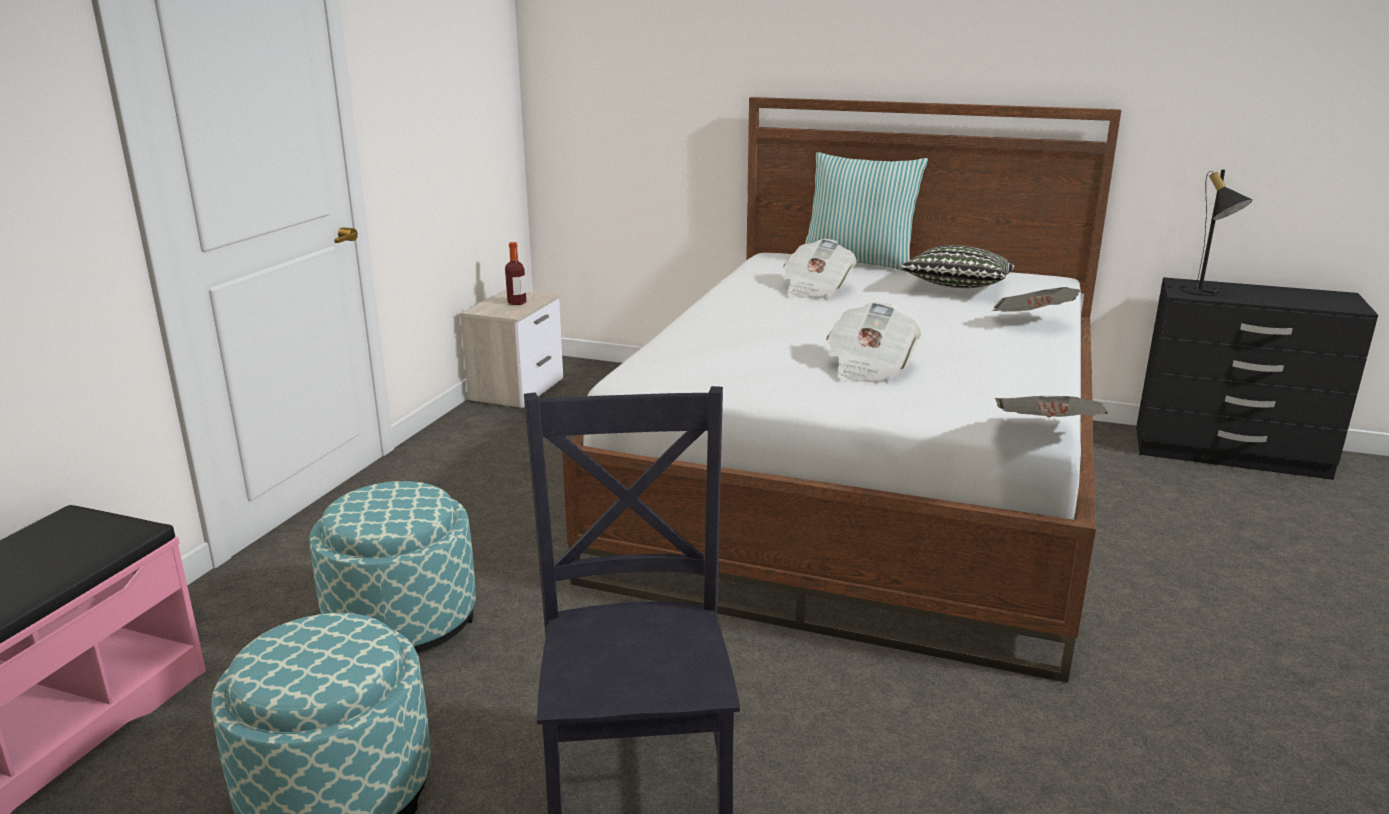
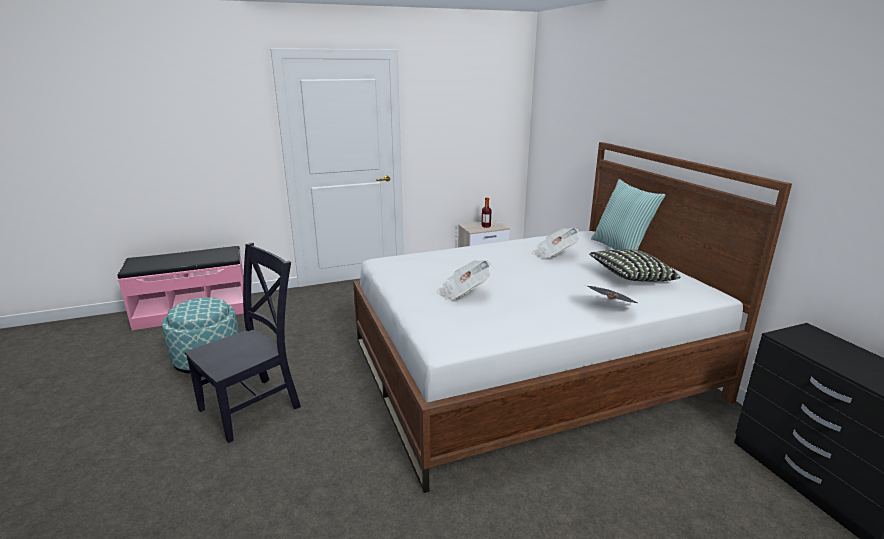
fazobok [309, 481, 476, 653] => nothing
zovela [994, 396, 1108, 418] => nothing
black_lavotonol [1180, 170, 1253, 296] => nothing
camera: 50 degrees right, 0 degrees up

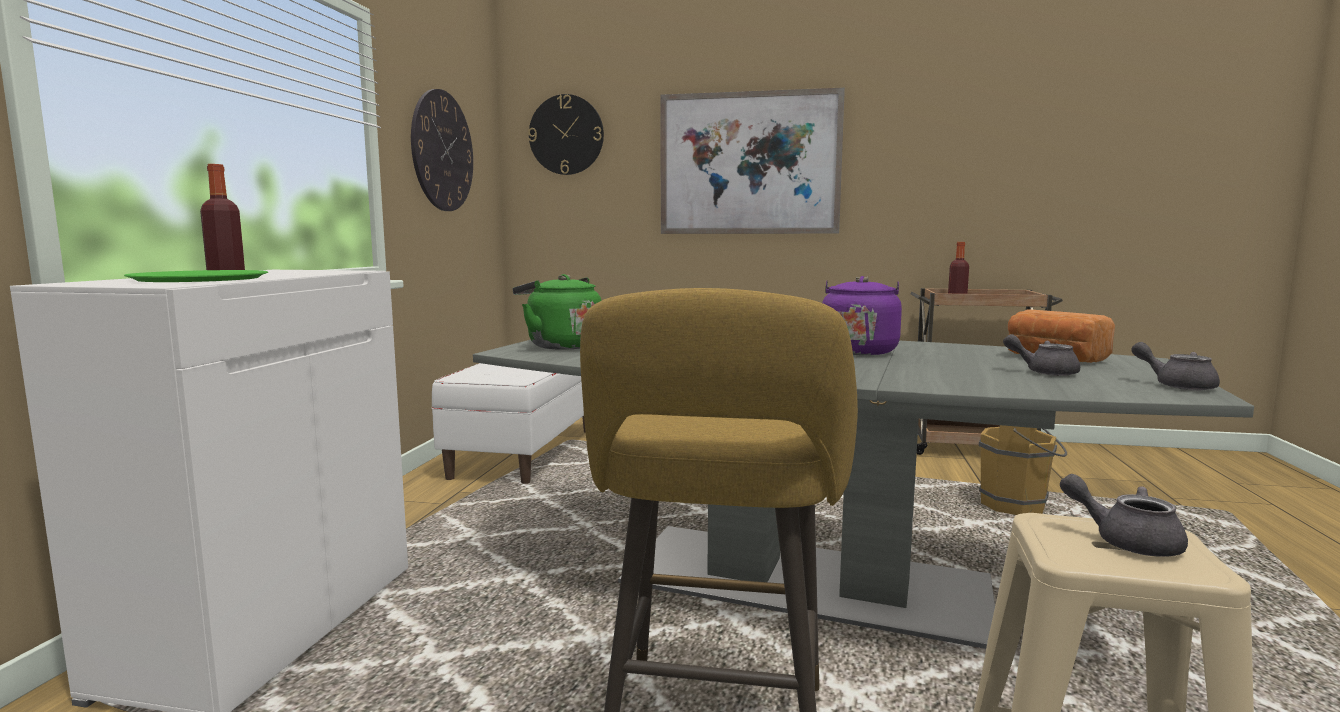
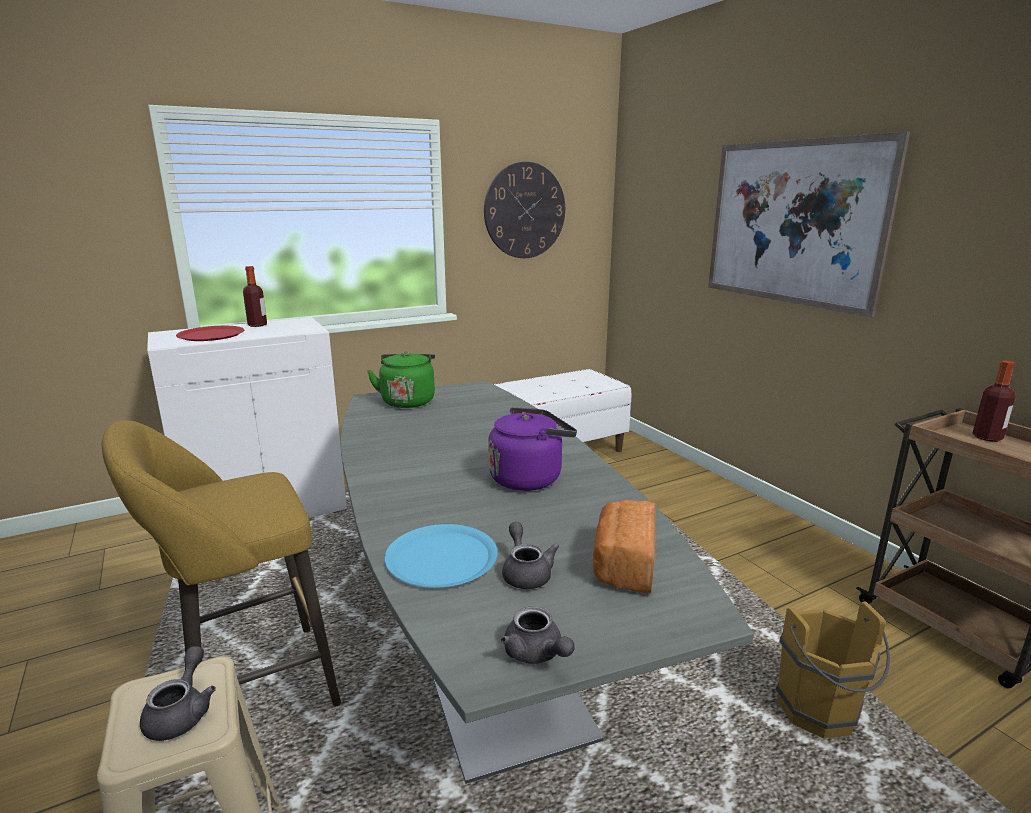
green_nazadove [124, 270, 268, 282] => red_nazadove [176, 326, 244, 341]
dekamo [528, 94, 604, 175] => nothing
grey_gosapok [1131, 342, 1220, 391] => grey_gosapok [501, 607, 575, 664], 135 degrees clockwise
nothing => blue_nazadove [384, 524, 498, 588]
camera: 50 degrees right, 10 degrees up

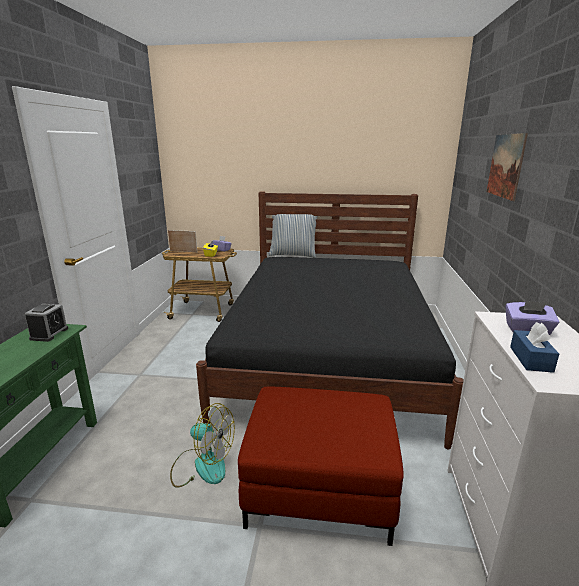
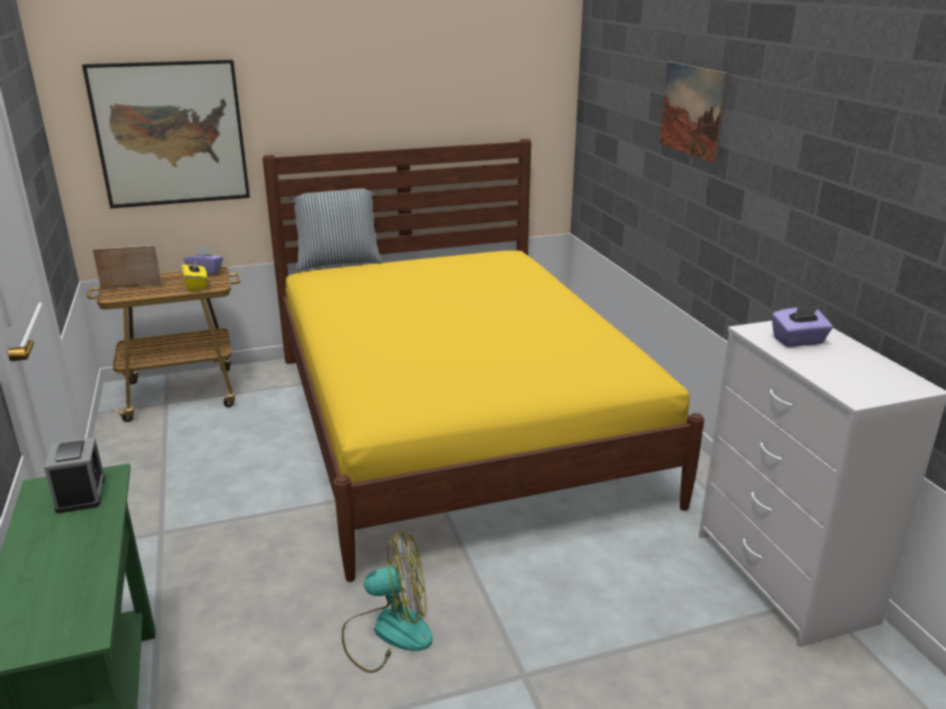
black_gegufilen [196, 191, 464, 450] => yellow_gegufilen [263, 139, 704, 582]
red_fazobok [238, 386, 404, 546] => nothing
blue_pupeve [510, 322, 559, 373] => nothing
nothing => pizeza [82, 60, 250, 209]
camera: 25 degrees left, 5 degrees up

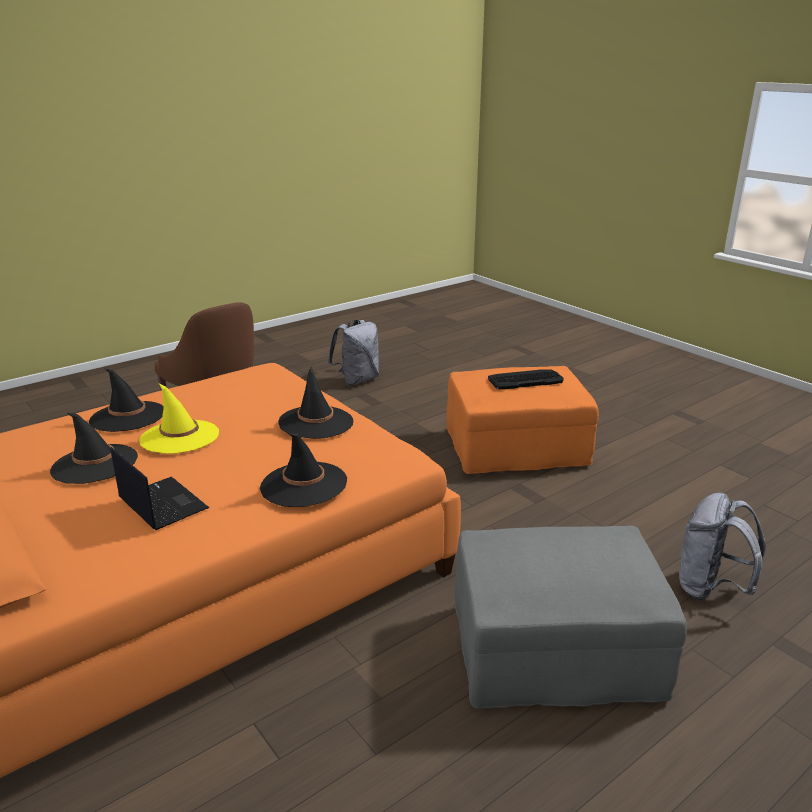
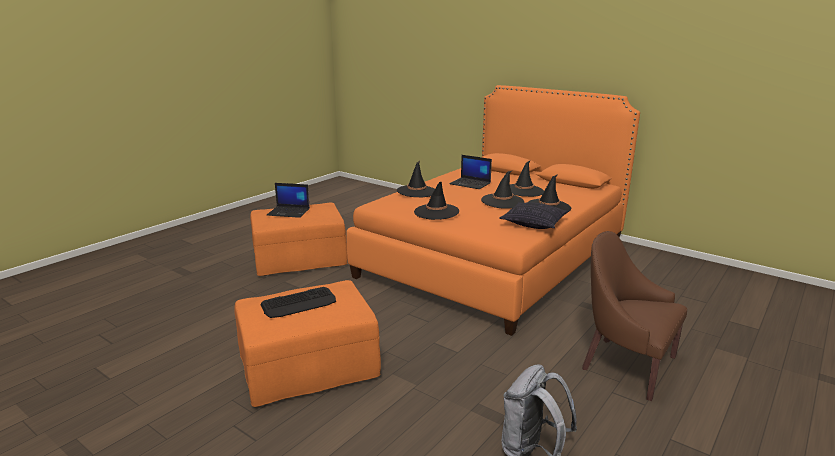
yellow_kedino [139, 384, 219, 454] => black_kedino [481, 170, 524, 209]
grey_fazobok [455, 526, 687, 709] => orange_fazobok [250, 203, 347, 276]
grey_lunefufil [679, 492, 766, 600] => nothing
nothing => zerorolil [267, 183, 310, 218]
nothing => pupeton [499, 202, 569, 229]
camera: 165 degrees right, 5 degrees down

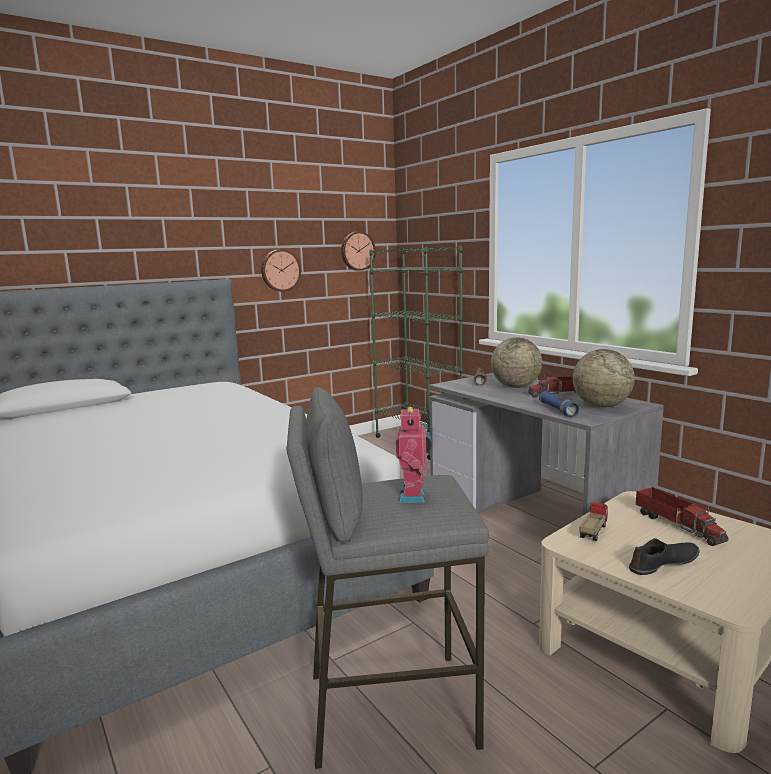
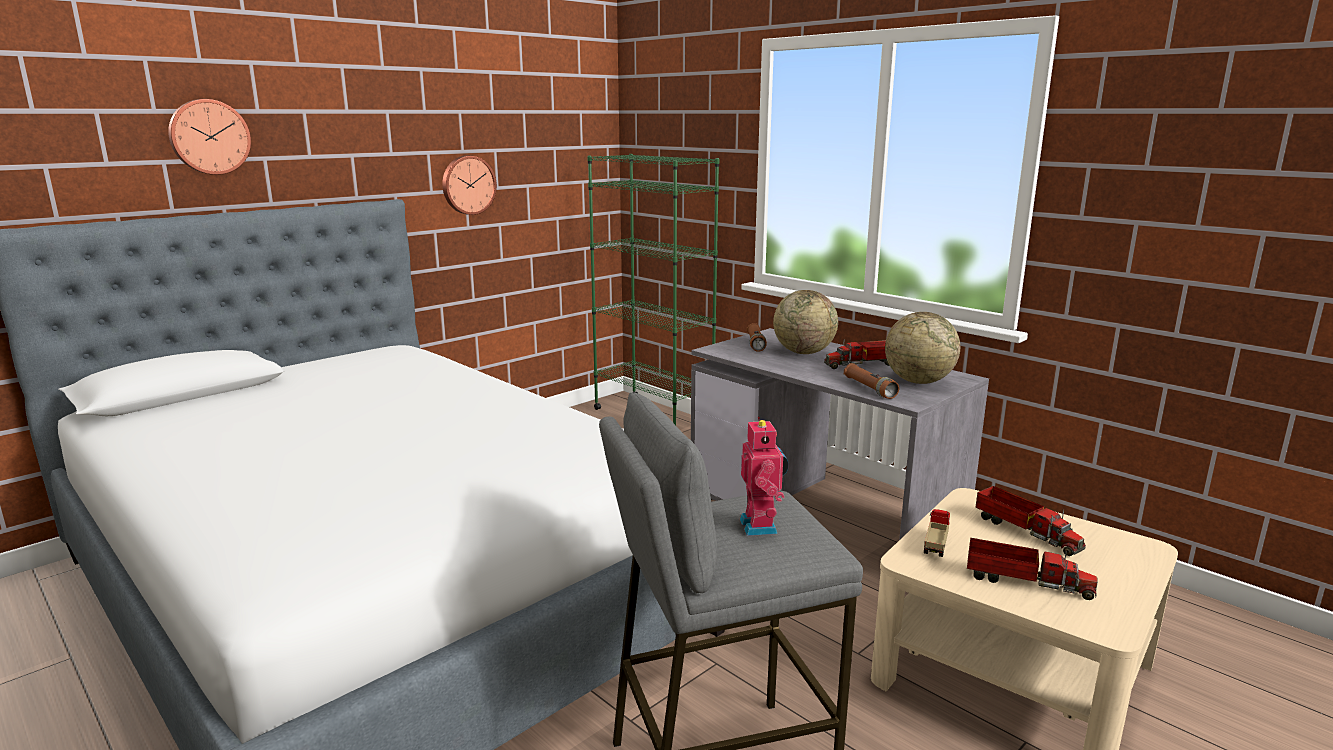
dekamo [341, 231, 376, 271] => dekamo [168, 99, 251, 175], relocated
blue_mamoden [539, 391, 579, 417] => brown_mamoden [844, 363, 899, 399]
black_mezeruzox [629, 538, 700, 575] => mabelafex [967, 538, 1098, 600]
camera: 10 degrees left, 5 degrees up

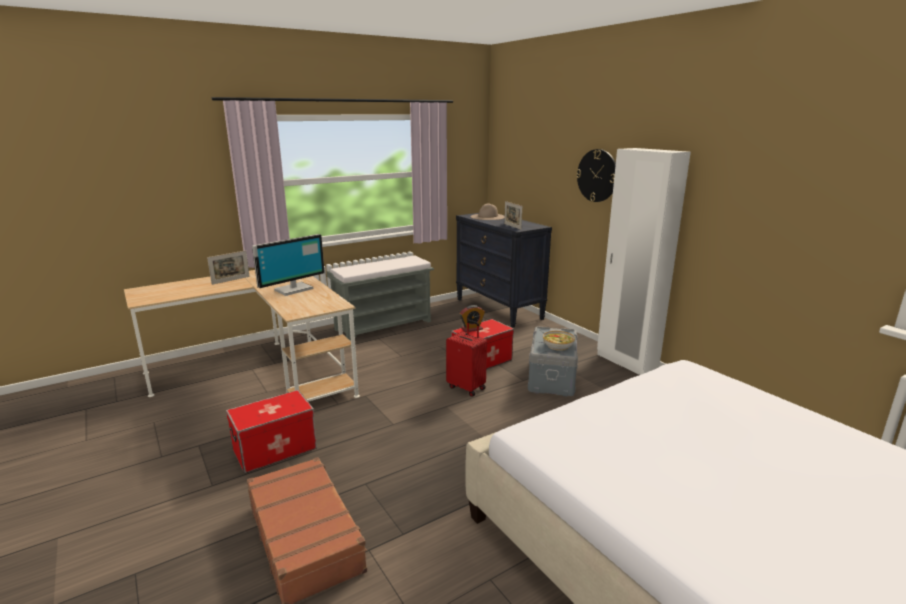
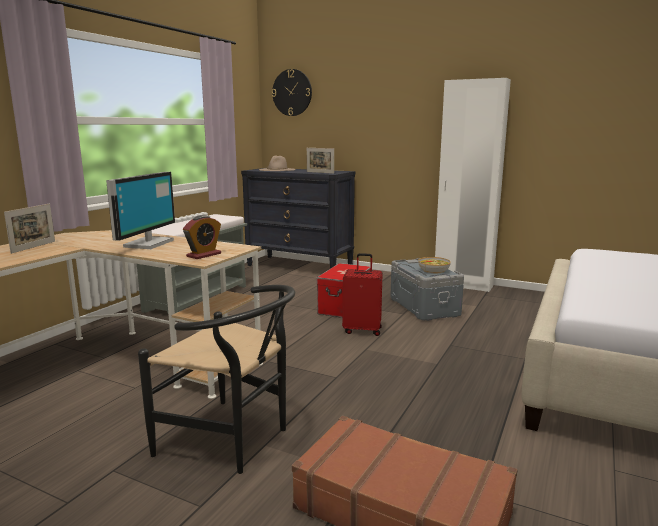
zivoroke [226, 390, 317, 473] => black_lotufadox [138, 285, 295, 474]
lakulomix [460, 305, 485, 332] => lakulomix [183, 215, 221, 259], relocated
dekamo [576, 149, 616, 202] => dekamo [272, 69, 312, 116], relocated
camera: 30 degrees left, 5 degrees down

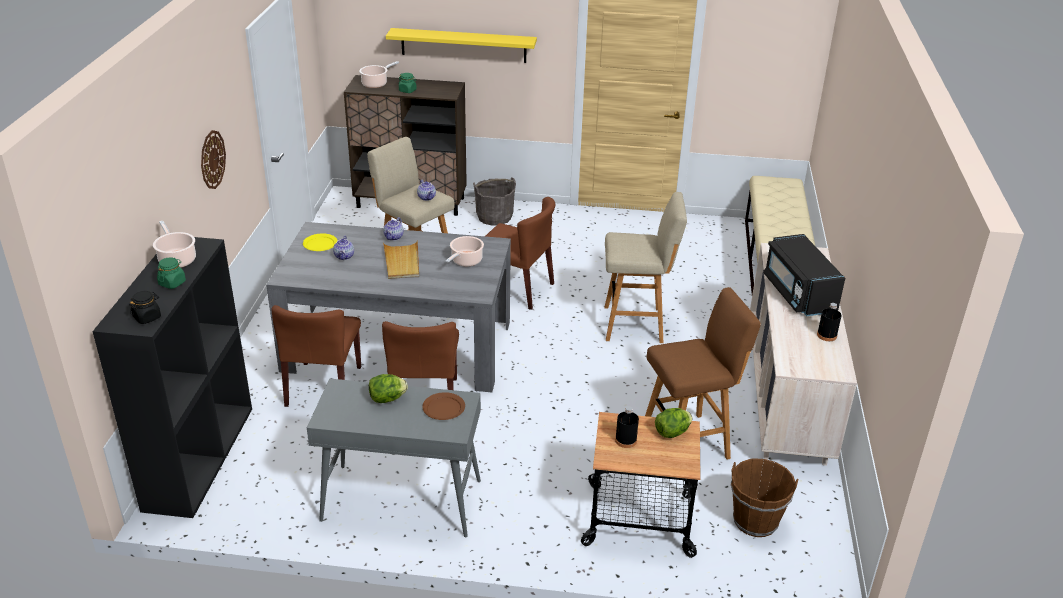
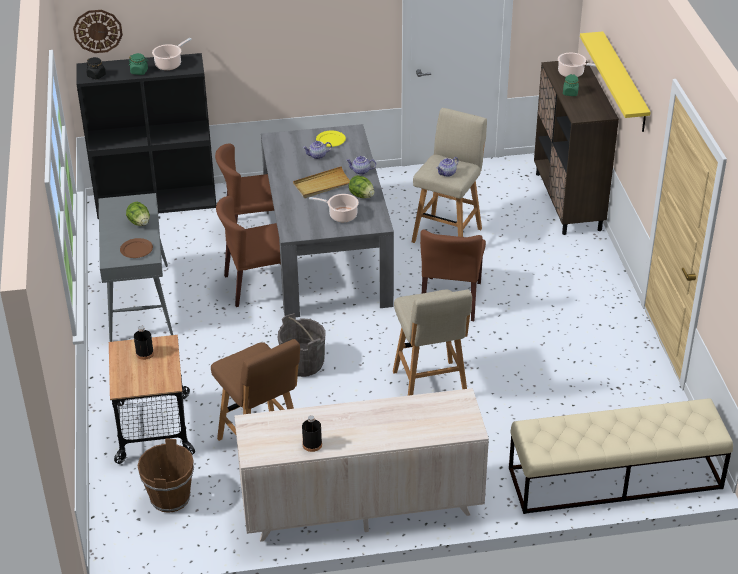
dekamo [201, 130, 226, 189] => dekamo [73, 10, 123, 53], relocated
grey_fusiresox [473, 177, 516, 226] => grey_fusiresox [278, 313, 326, 377], relocated
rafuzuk [655, 408, 692, 438] => rafuzuk [349, 175, 374, 198], relocated
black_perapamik [763, 234, 845, 316] => nothing
camera: 75 degrees right, 5 degrees up

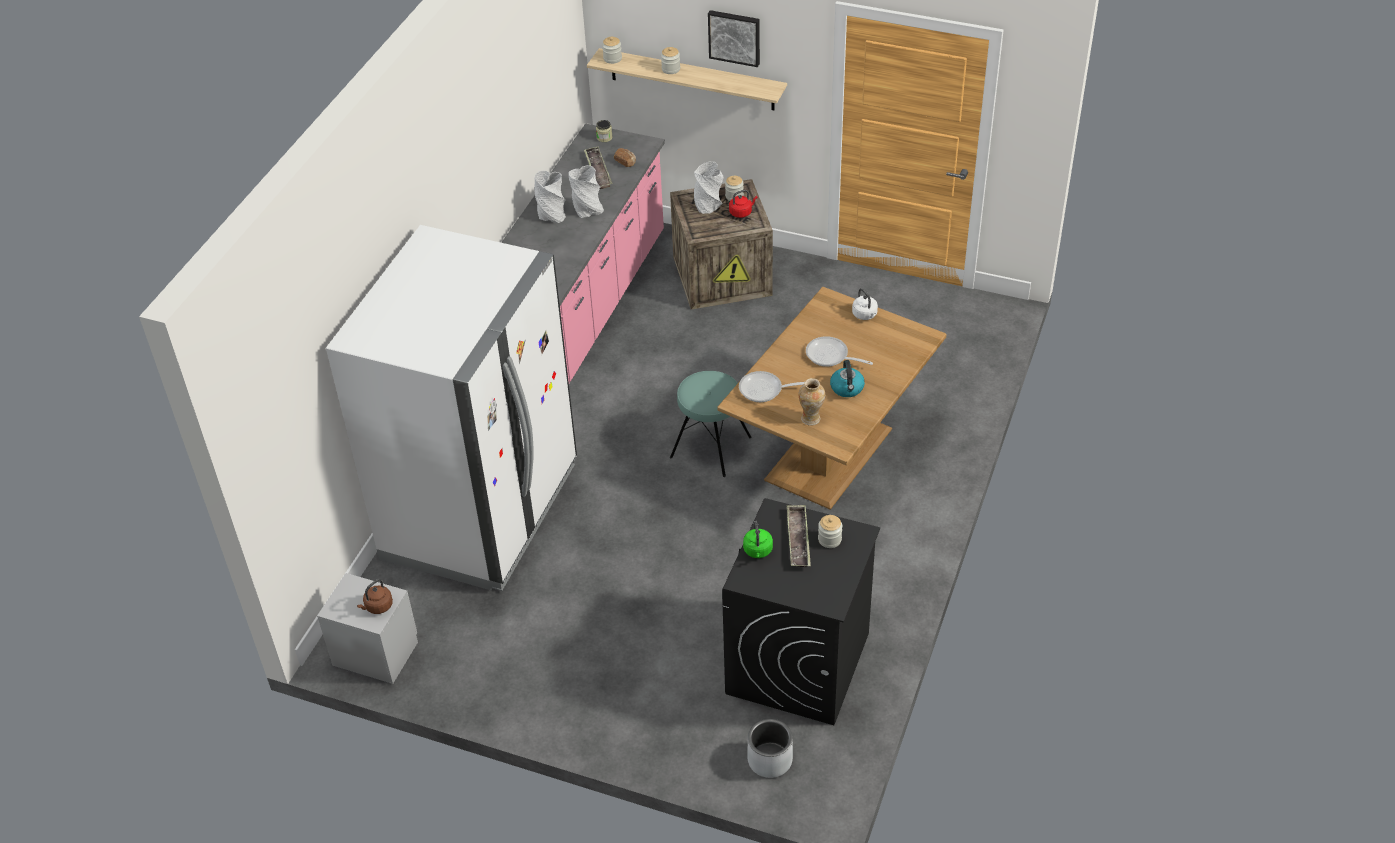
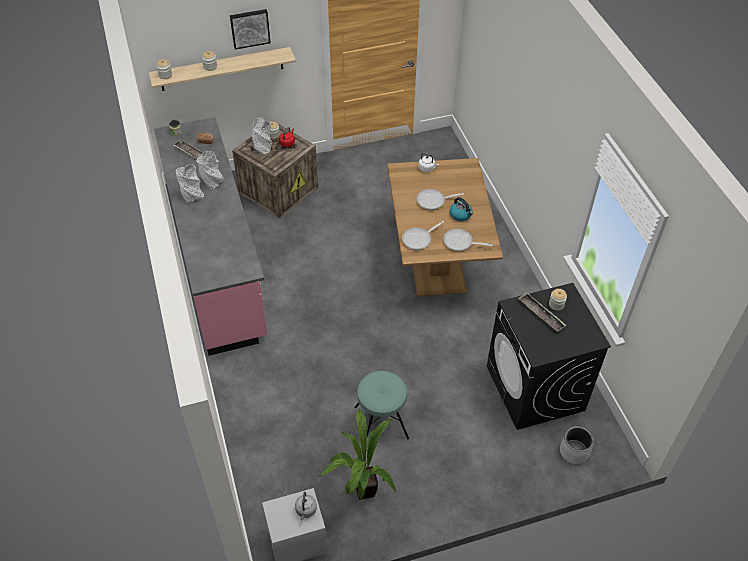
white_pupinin [326, 225, 577, 591] => nothing
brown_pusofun [357, 579, 393, 614] => grey_pusofun [295, 492, 317, 520]
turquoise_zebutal [670, 371, 752, 477] => turquoise_zebutal [354, 371, 409, 439], relocated
green_pusofun [743, 521, 773, 558] => nothing
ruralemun [799, 378, 825, 426] => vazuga [443, 229, 492, 251]
nothing => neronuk [318, 409, 396, 500]
camera: 40 degrees left, 5 degrees up

